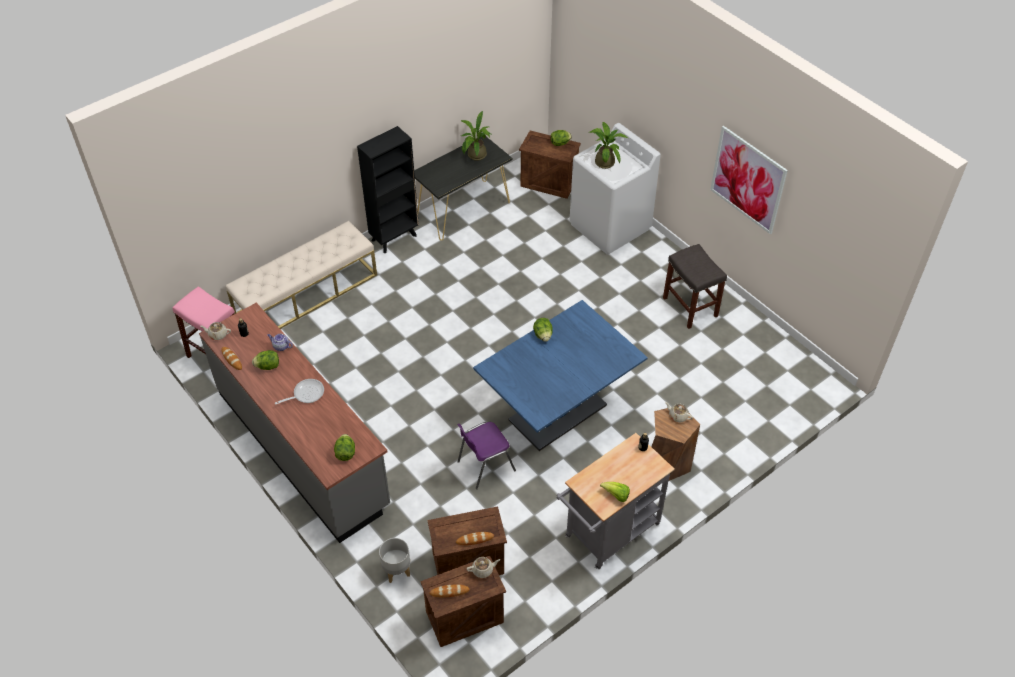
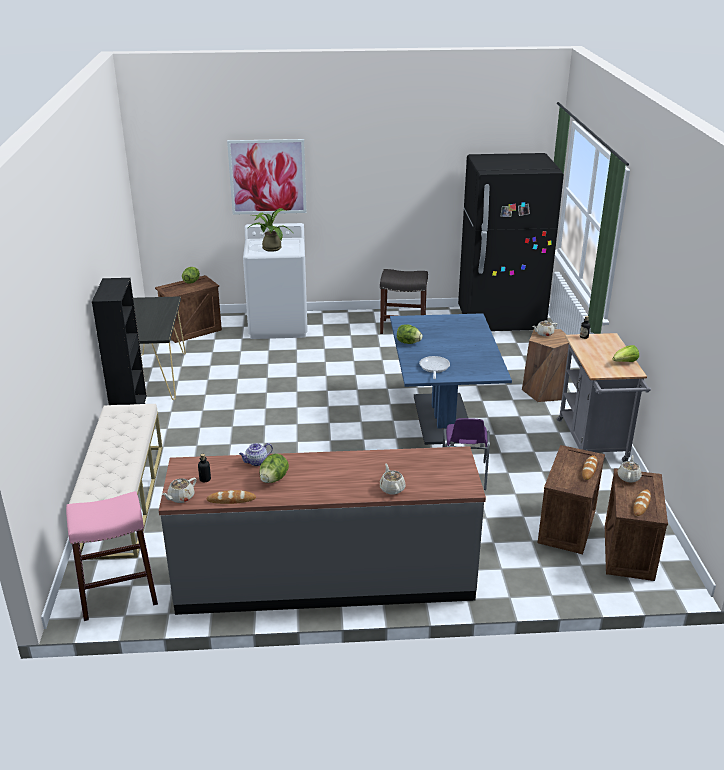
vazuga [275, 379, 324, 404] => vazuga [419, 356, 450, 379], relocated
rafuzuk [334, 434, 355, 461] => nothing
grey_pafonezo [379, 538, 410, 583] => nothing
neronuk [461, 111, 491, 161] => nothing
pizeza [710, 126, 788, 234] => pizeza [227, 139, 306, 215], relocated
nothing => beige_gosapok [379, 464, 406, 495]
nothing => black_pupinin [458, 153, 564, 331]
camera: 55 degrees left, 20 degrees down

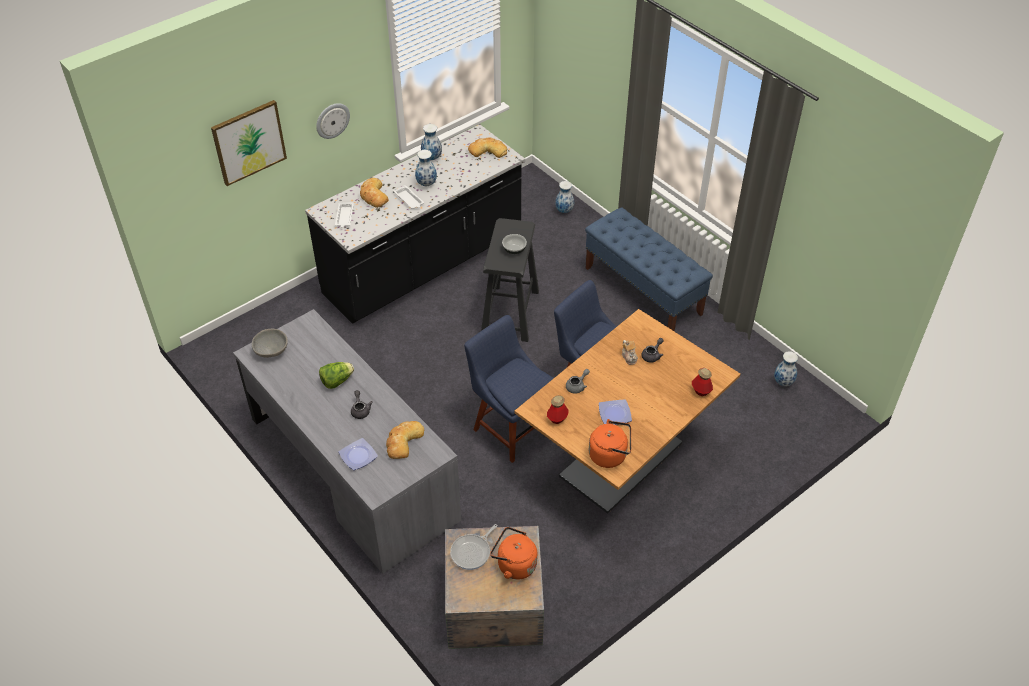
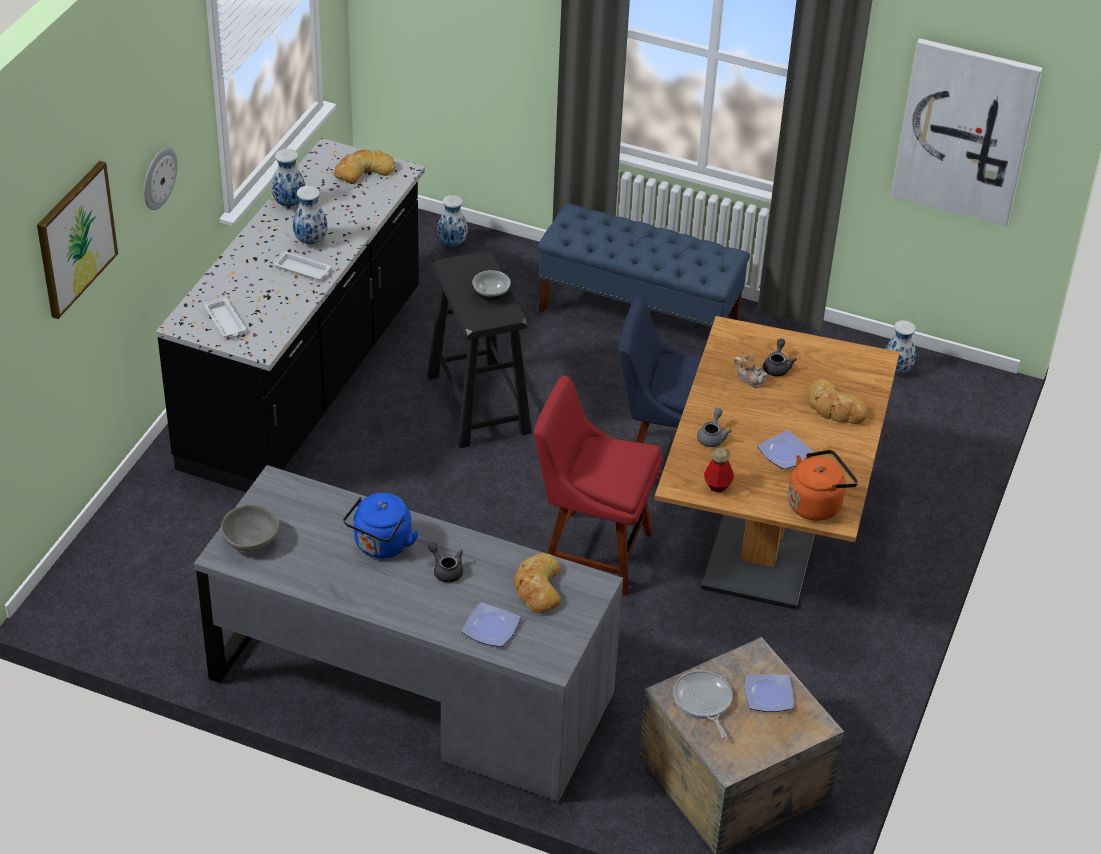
rafuzuk [319, 362, 354, 389] => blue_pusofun [343, 493, 419, 558]
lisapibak [360, 178, 389, 208] => lisapibak [808, 379, 868, 424], relocated
vazuga [450, 524, 497, 570] => vazuga [673, 671, 733, 738], 150 degrees clockwise
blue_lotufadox [464, 315, 554, 463] => red_lotufadox [534, 376, 662, 595]
orange_pusofun [490, 527, 537, 580] => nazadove [745, 674, 794, 712]
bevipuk [692, 368, 713, 396] => nothing
nothing => pizeza [891, 38, 1042, 226]
camera: 30 degrees left, 5 degrees down

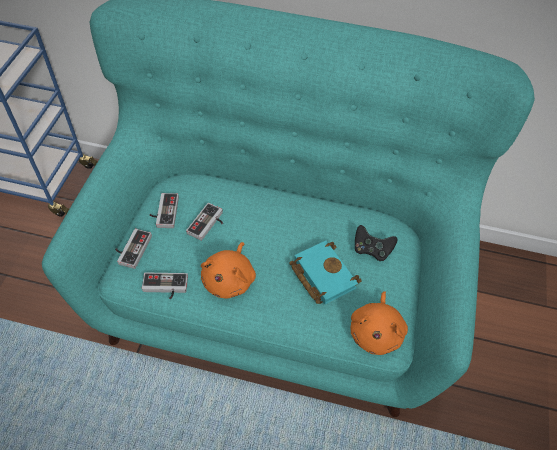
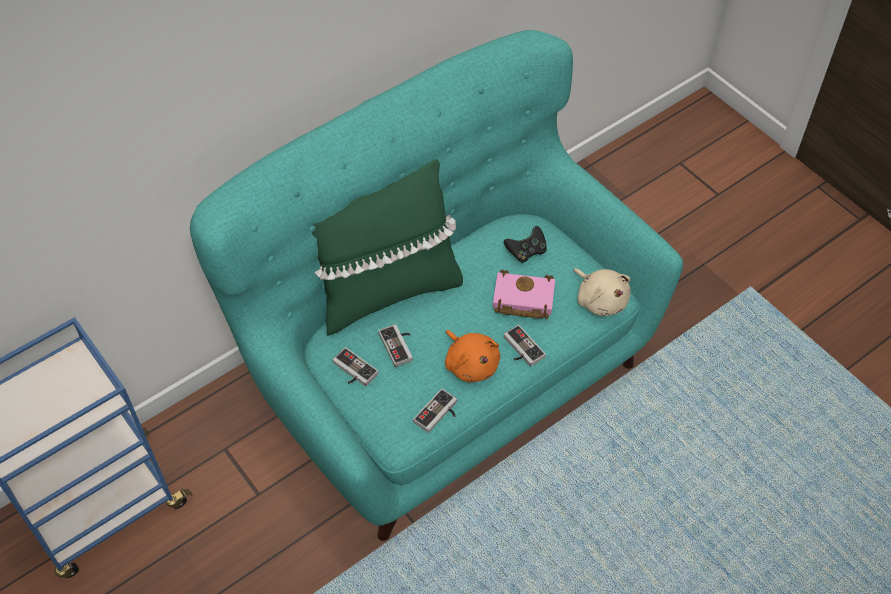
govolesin [115, 229, 152, 269] => govolesin [504, 325, 546, 367], relocated
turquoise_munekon [289, 241, 362, 304] => pink_munekon [493, 270, 555, 319]
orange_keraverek [351, 291, 408, 355] => beige_keraverek [573, 268, 631, 316]
nothing => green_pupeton [311, 159, 463, 336]
camera: 50 degrees left, 0 degrees up

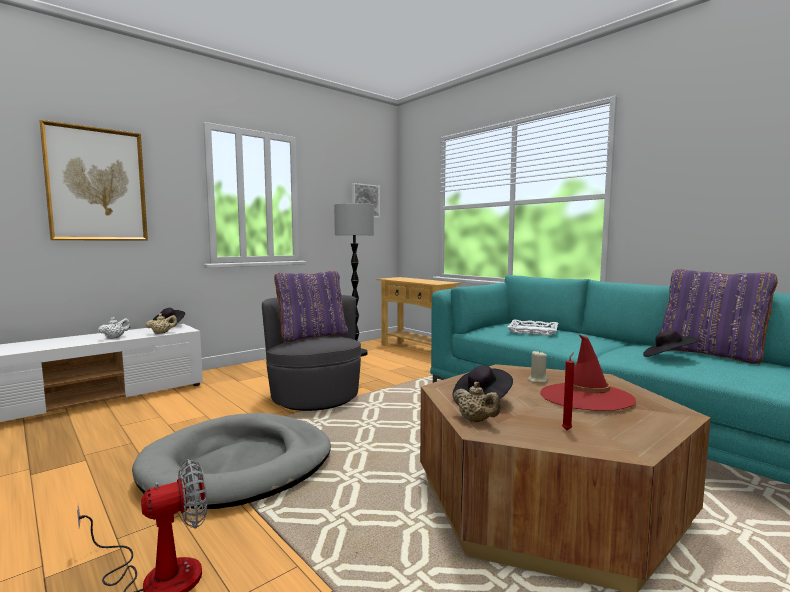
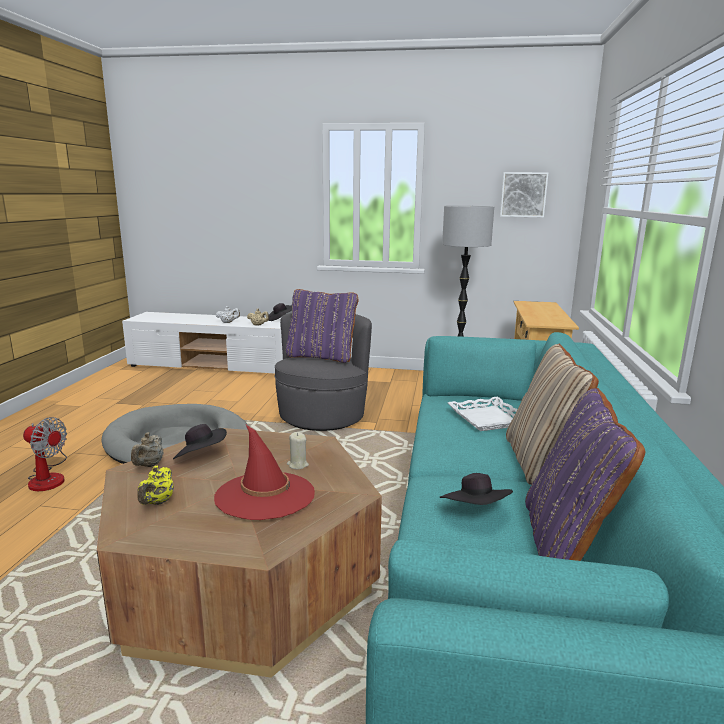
pizeza [40, 120, 148, 240] => nothing
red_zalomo [562, 352, 575, 430] => yellow_gosapok [137, 465, 174, 505]
nothing => beige_pupeton [506, 344, 599, 485]
camera: 50 degrees right, 10 degrees up

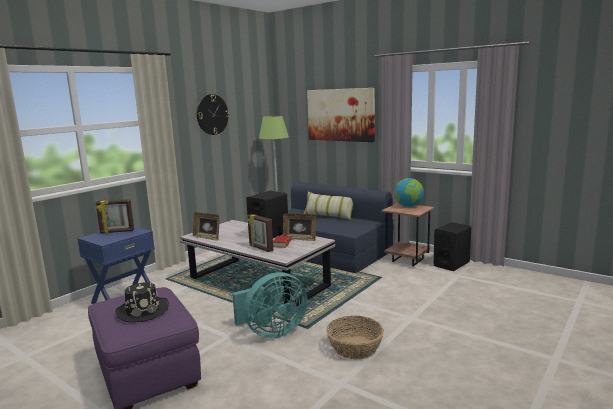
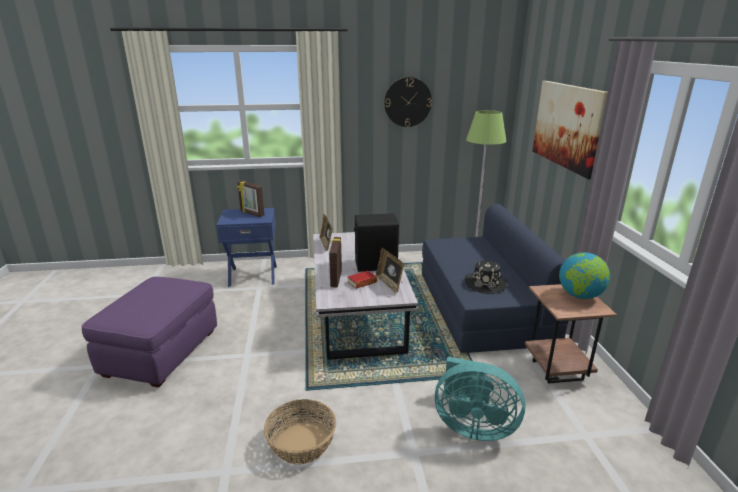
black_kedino [115, 282, 169, 322] => black_kedino [465, 261, 508, 294], relocated
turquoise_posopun [232, 272, 308, 338] => turquoise_posopun [435, 357, 525, 441], relocated
pupeton [304, 192, 353, 221] => nothing
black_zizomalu [434, 222, 471, 271] => nothing
camera: 45 degrees right, 10 degrees up

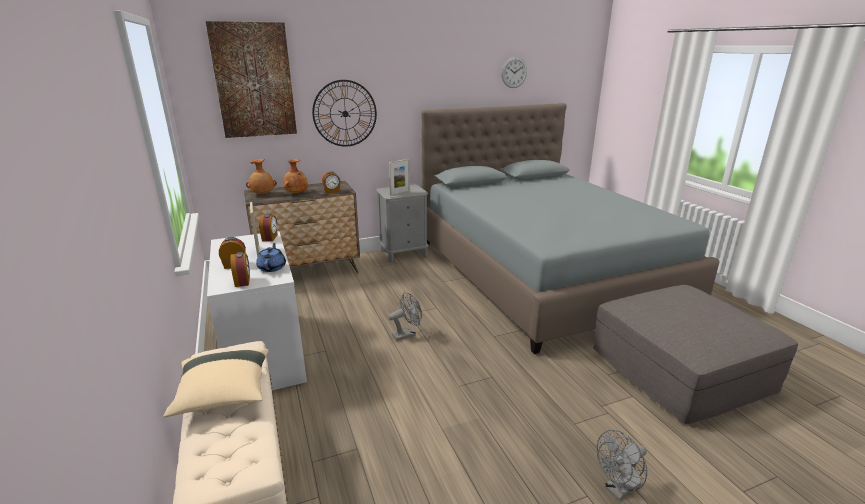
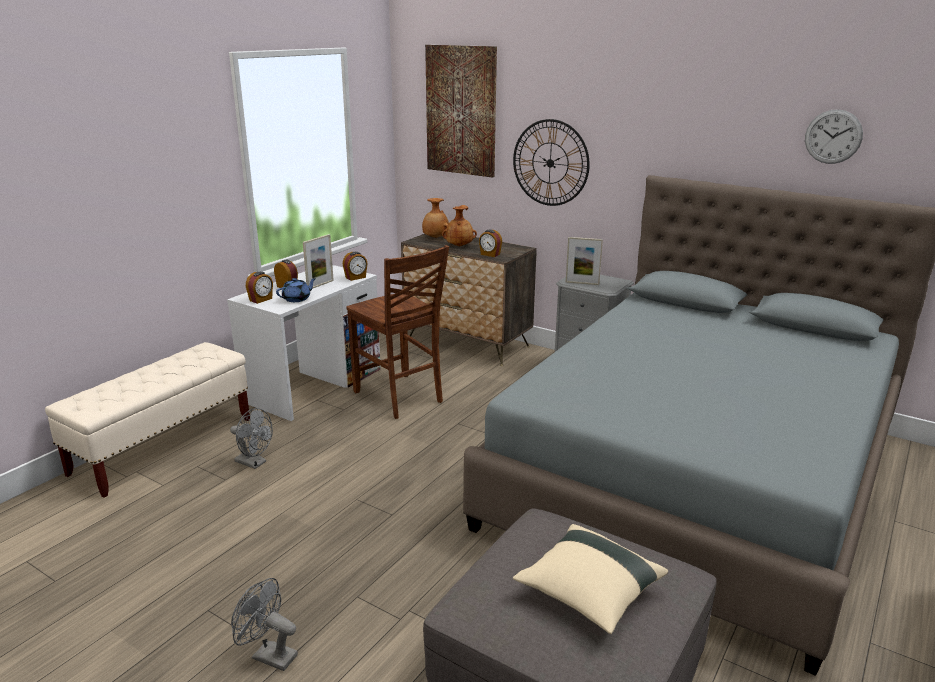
beige_pupeton [163, 349, 269, 417] => beige_pupeton [513, 524, 668, 634], relocated
grey_posopun [388, 292, 422, 341] => grey_posopun [230, 408, 273, 469], relocated
nothing => brown_lotufadox [346, 245, 449, 419]
camera: 55 degrees right, 0 degrees up

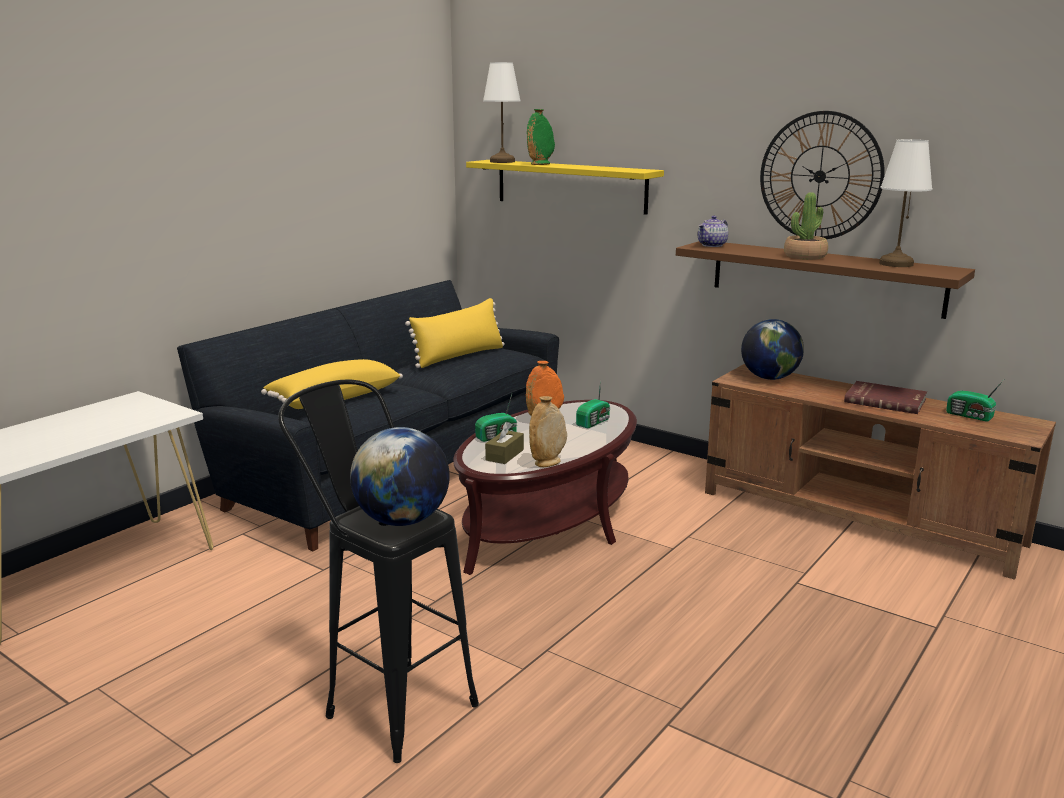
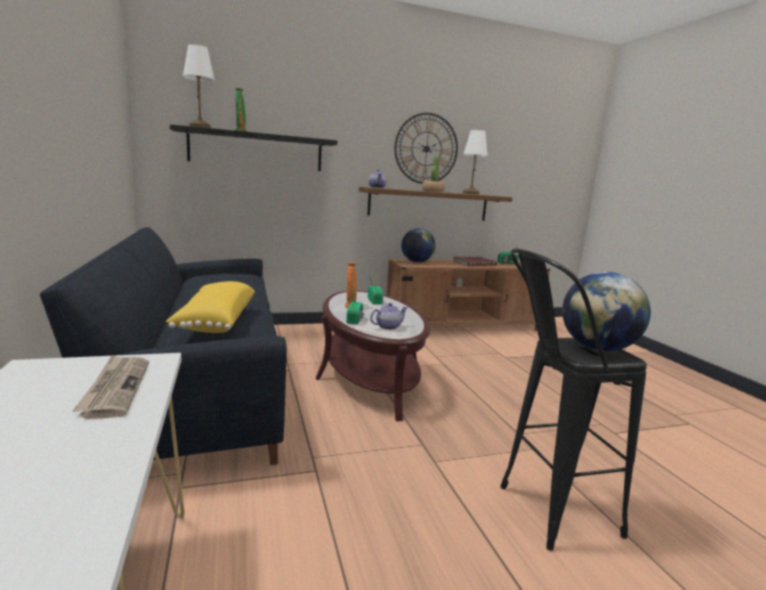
yellow_pupeton [405, 298, 505, 368] => nothing
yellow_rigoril [466, 160, 664, 215] => black_rigoril [170, 124, 337, 171]
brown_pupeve [485, 422, 524, 464] => gosapok [370, 303, 408, 330]
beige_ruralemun [529, 396, 567, 467] => nothing
nothing => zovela [72, 355, 149, 419]
camera: 55 degrees left, 5 degrees down

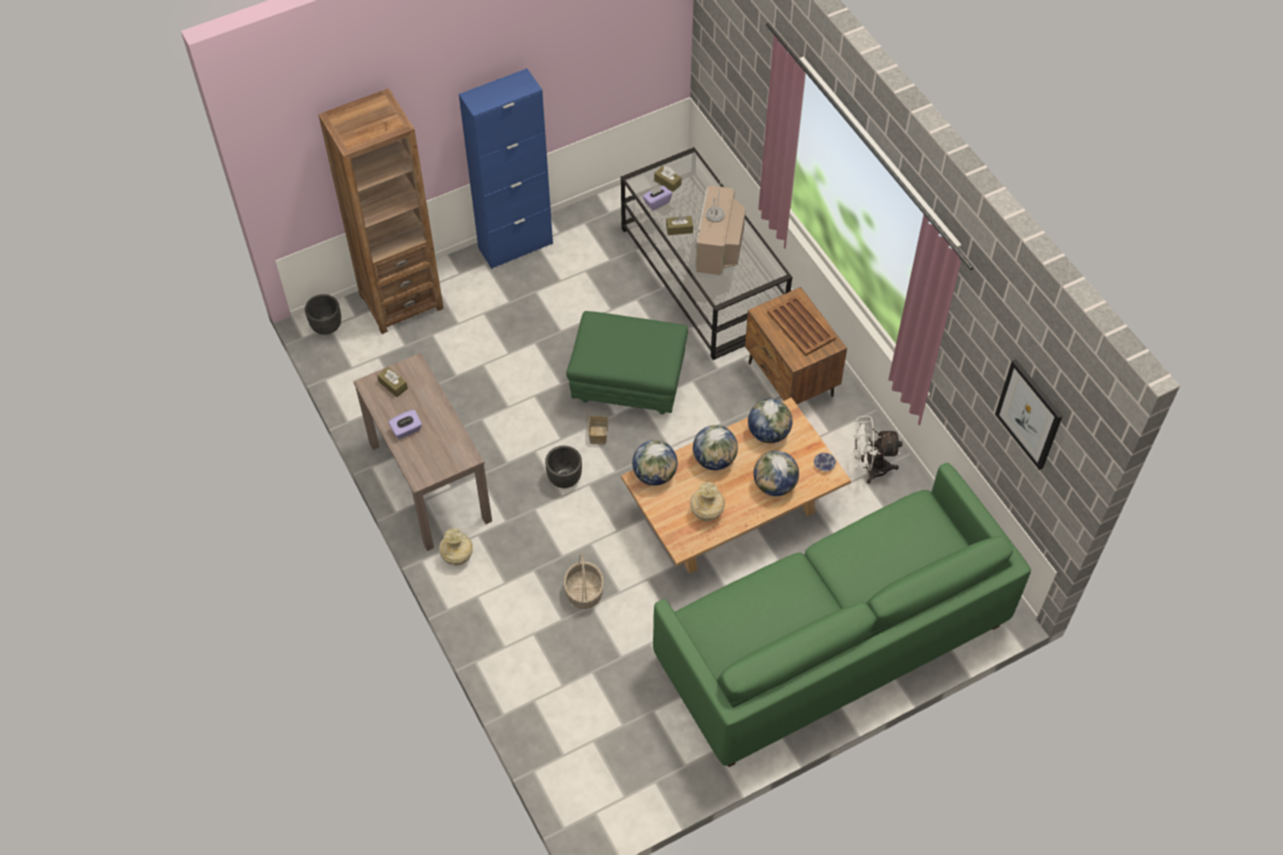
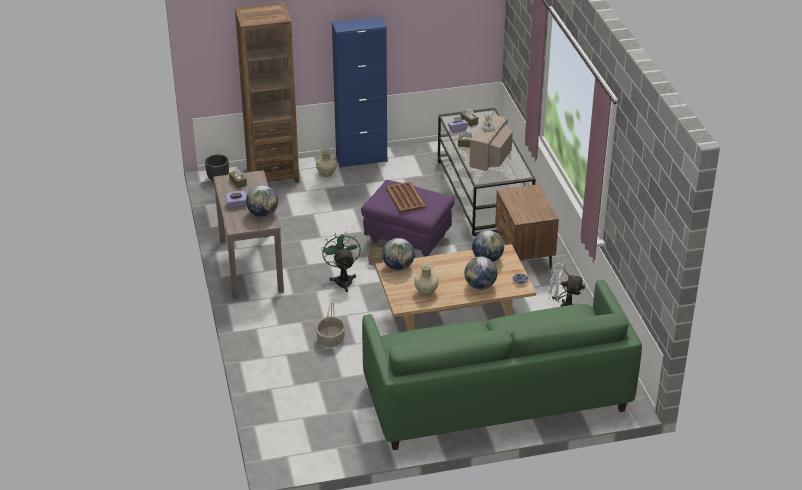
beige_ruralemun [439, 528, 473, 566] => beige_ruralemun [316, 148, 337, 177], relocated
black_pafonezo [545, 446, 582, 488] => green_posopun [321, 233, 361, 292]
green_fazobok [566, 311, 688, 414] => purple_fazobok [361, 180, 454, 257]
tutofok [693, 425, 738, 470] => tutofok [246, 185, 278, 217], relocated
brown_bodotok [767, 295, 836, 356] => brown_bodotok [386, 181, 425, 213], relocated
pizeza [995, 359, 1063, 470] => nothing
camera: 15 degrees right, 20 degrees down

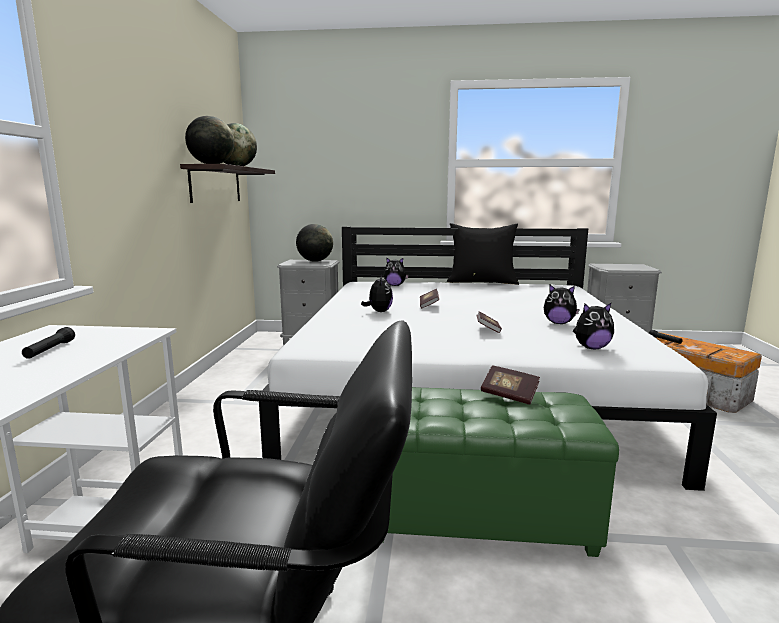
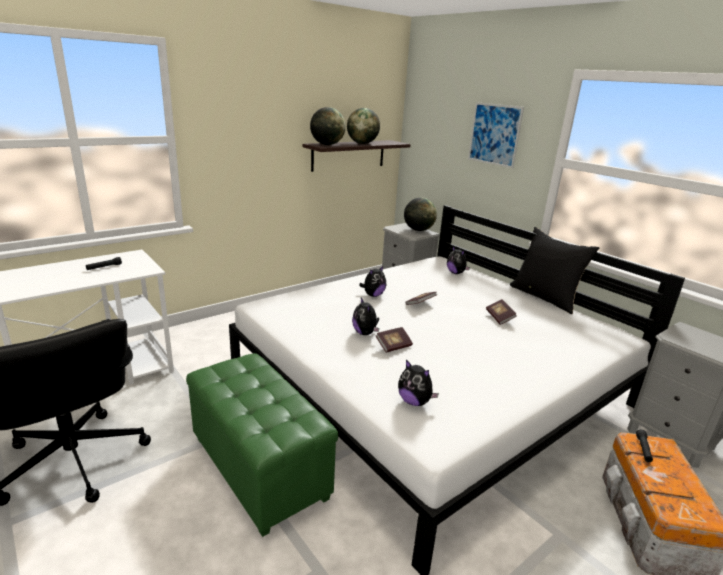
munekon [481, 365, 540, 405] => munekon [486, 299, 517, 325], relocated
keraverek [544, 285, 580, 324] => keraverek [352, 298, 379, 335], relocated
nothing => pizeza [468, 102, 524, 168]
camera: 45 degrees right, 10 degrees up

